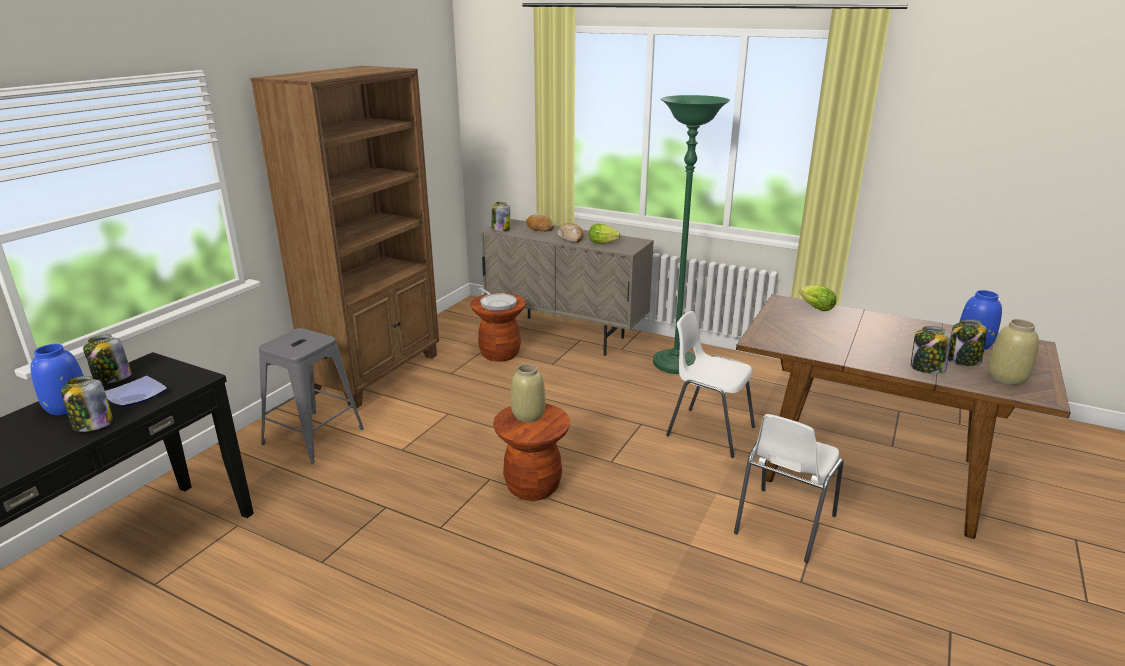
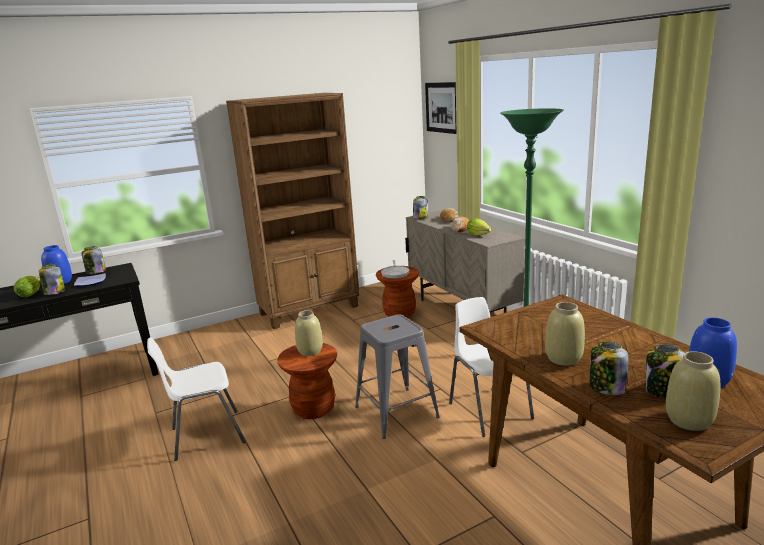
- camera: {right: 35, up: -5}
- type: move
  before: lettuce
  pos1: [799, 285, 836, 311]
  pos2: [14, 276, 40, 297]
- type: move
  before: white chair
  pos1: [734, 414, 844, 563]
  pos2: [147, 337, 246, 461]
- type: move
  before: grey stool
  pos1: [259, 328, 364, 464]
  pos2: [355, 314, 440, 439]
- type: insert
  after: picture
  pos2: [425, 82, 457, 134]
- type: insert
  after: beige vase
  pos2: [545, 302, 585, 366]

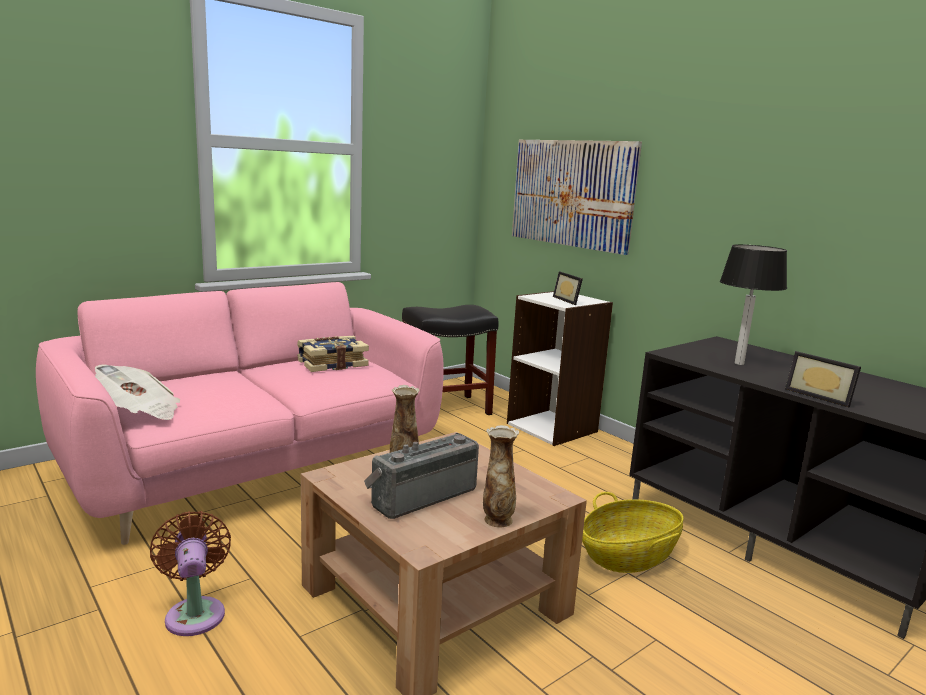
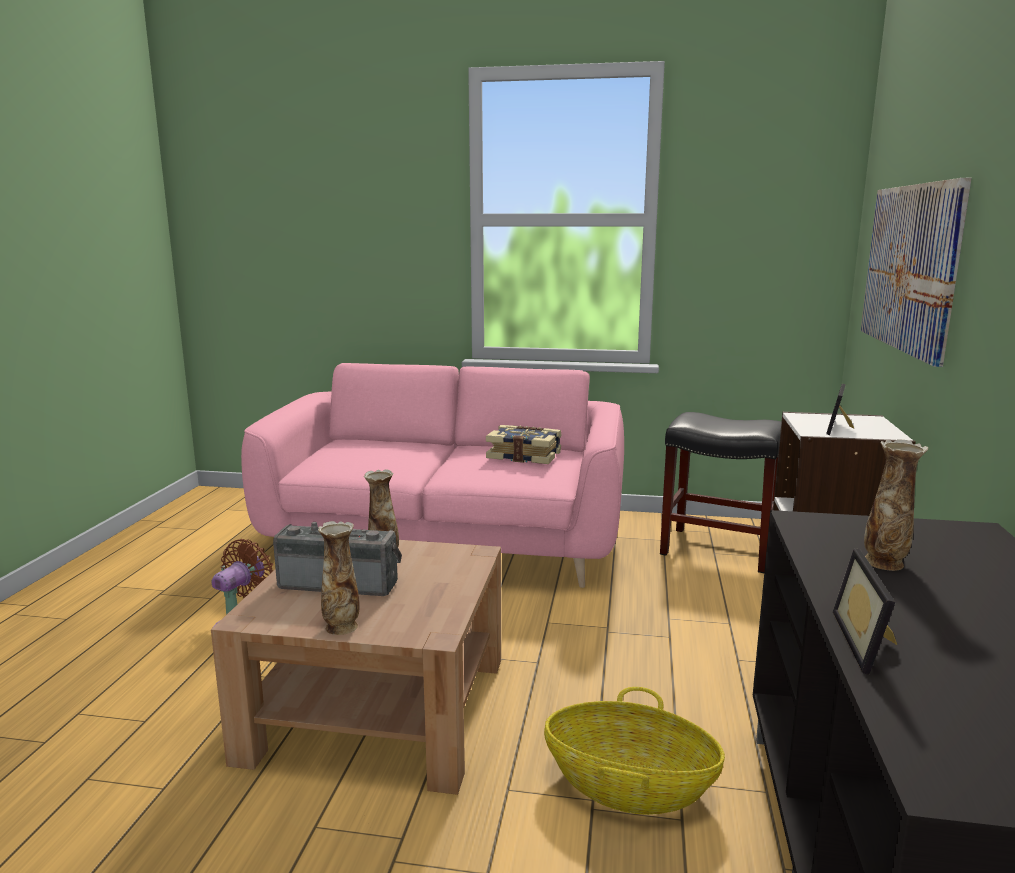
- camera: {right: 50, up: 0}
- type: replace
  before: table lamp
  after: vase
  pos1: [720, 244, 787, 365]
  pos2: [864, 440, 928, 571]
- type: delete
  before: newspaper
  pos1: [95, 364, 180, 420]

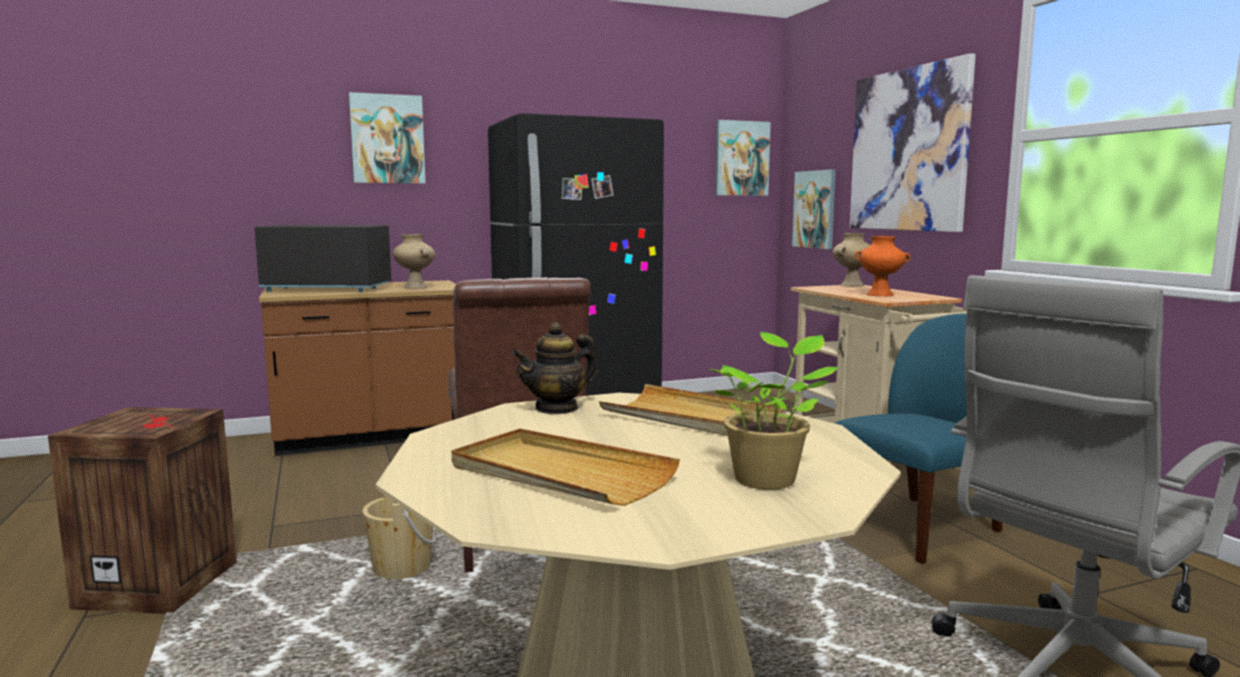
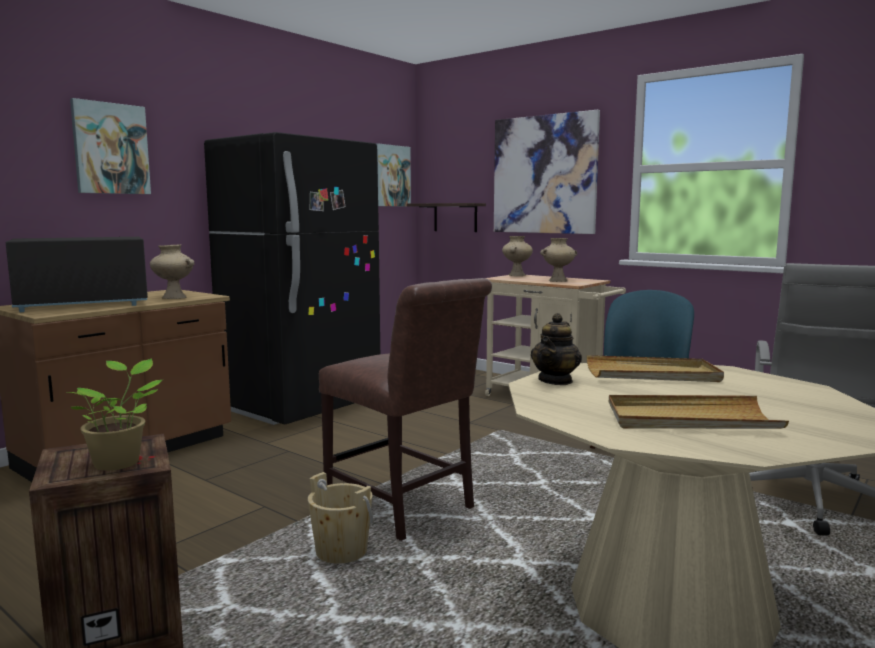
- camera: {right: -30, up: 0}
- type: move
  before: potted plant
  pos1: [709, 332, 839, 490]
  pos2: [68, 359, 162, 471]
- type: replace
  before: picture
  after: shelf
  pos1: [792, 169, 836, 249]
  pos2: [407, 203, 486, 232]
- type: recolor
  before: orange vase
  after: beige vase
  pos1: [854, 236, 911, 296]
  pos2: [540, 238, 577, 282]

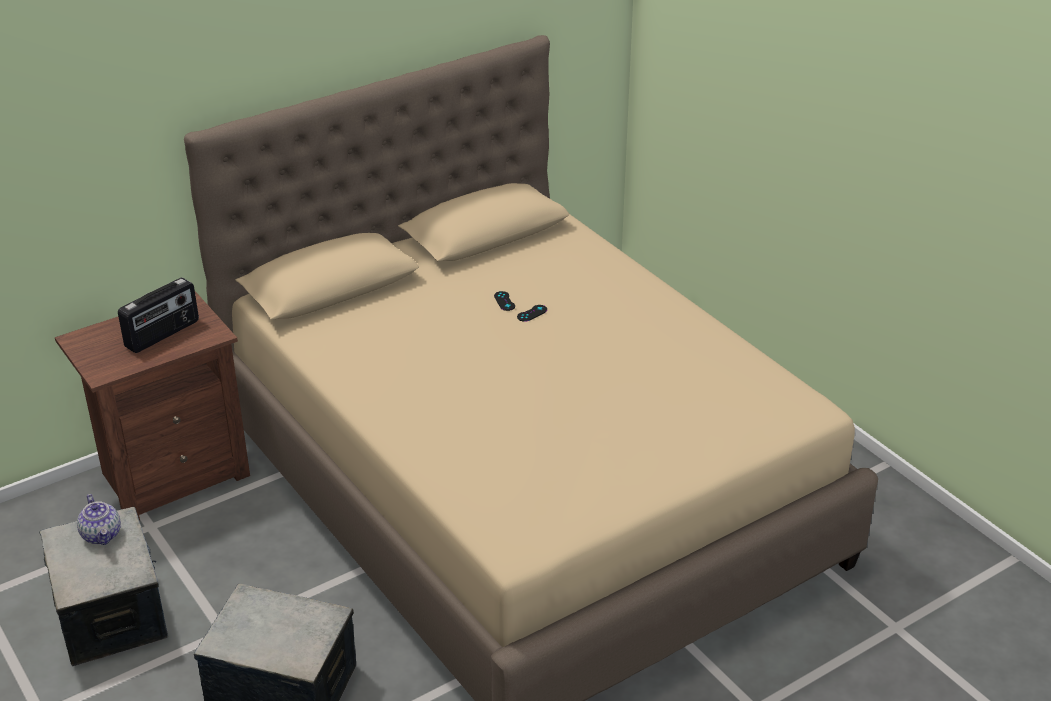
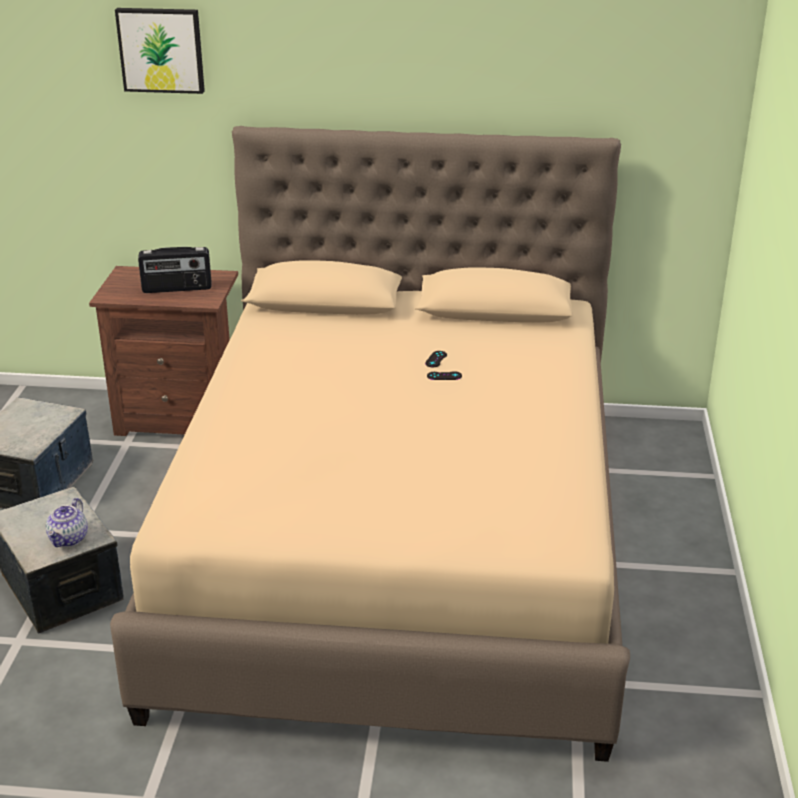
- camera: {right: 40, up: -5}
- type: move
  before: teapot
  pos1: [77, 494, 121, 545]
  pos2: [46, 498, 88, 547]
- type: insert
  after: picture
  pos2: [115, 8, 205, 94]

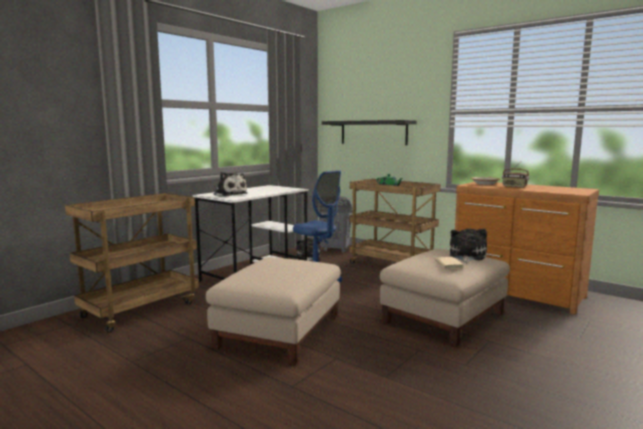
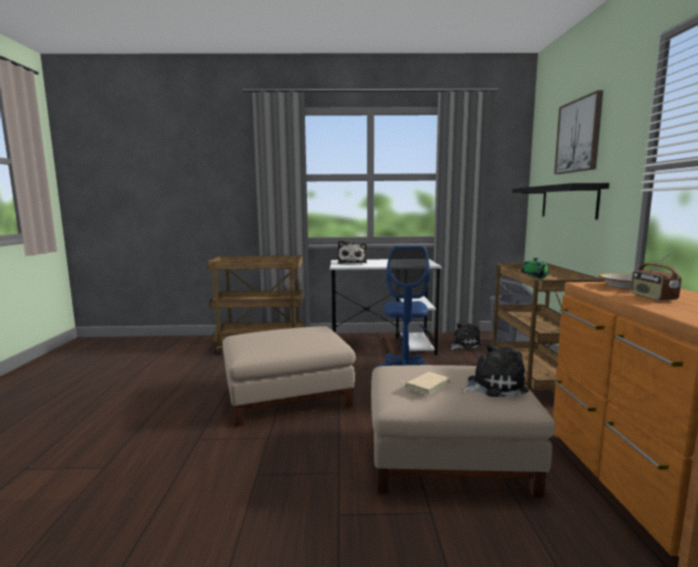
- camera: {right: 50, up: 0}
- type: insert
  after: picture
  pos2: [554, 90, 603, 174]

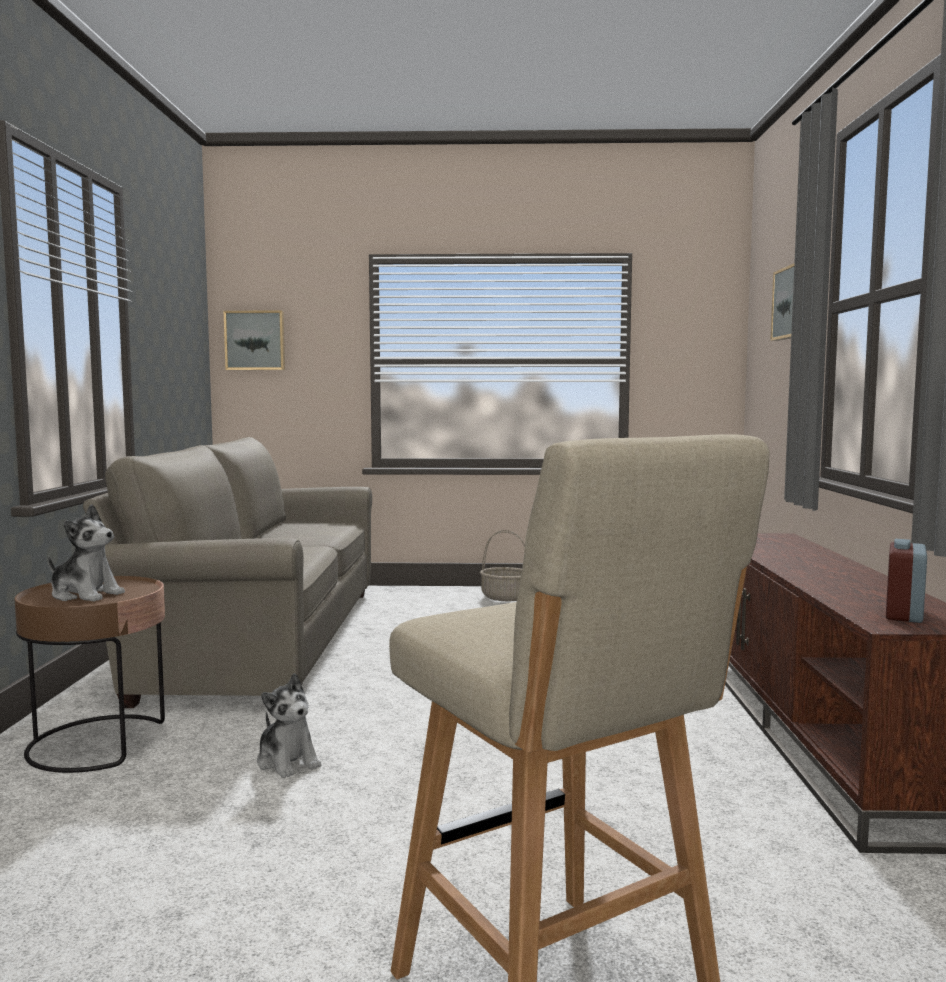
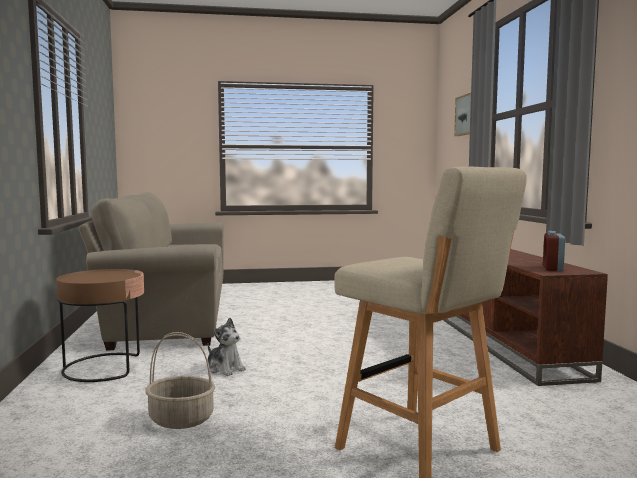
- camera: {right: -10, up: 0}
- type: move
  before: basket
  pos1: [480, 530, 525, 601]
  pos2: [145, 332, 215, 429]
- type: delete
  before: plush toy
  pos1: [48, 504, 125, 602]
- type: delete
  before: picture
  pos1: [223, 311, 285, 370]

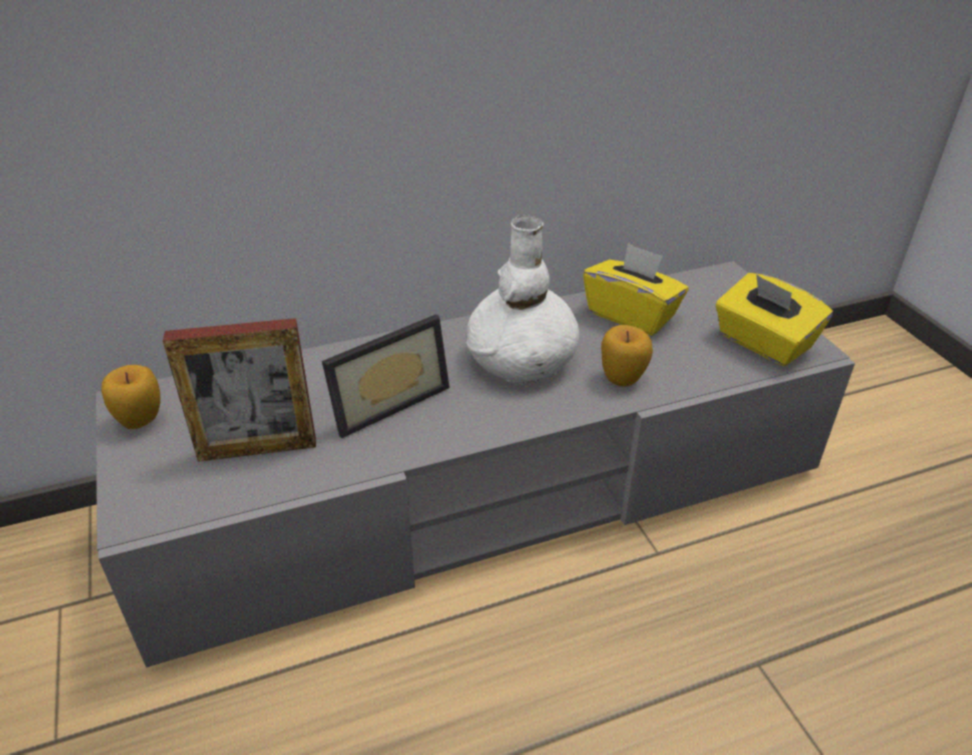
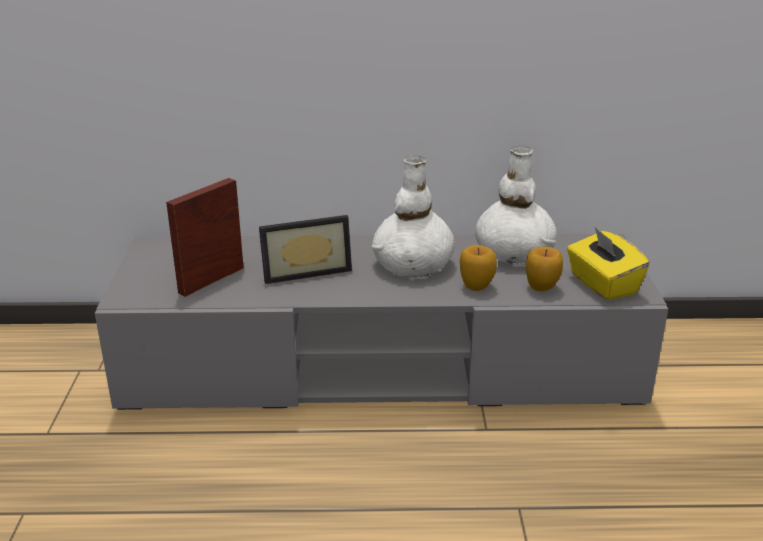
- camera: {right: 20, up: -10}
- type: rotate
  before: picture frame
  pos1: [163, 318, 316, 462]
  pos2: [166, 178, 244, 297]
  turn: 120
- type: replace
  before: yellow tissue box
  after: white vase
  pos1: [583, 243, 689, 336]
  pos2: [475, 146, 556, 264]
- type: move
  before: apple
  pos1: [101, 365, 161, 429]
  pos2: [526, 247, 563, 291]

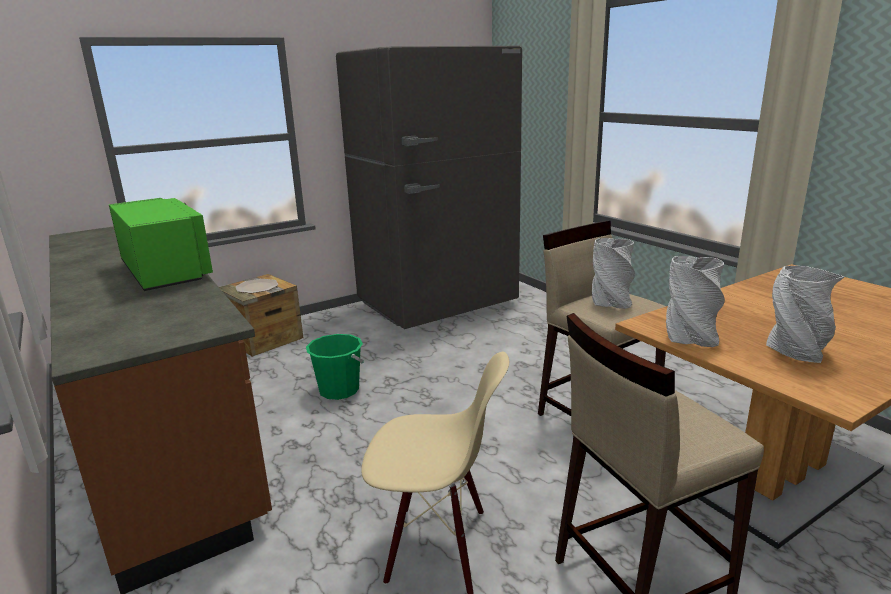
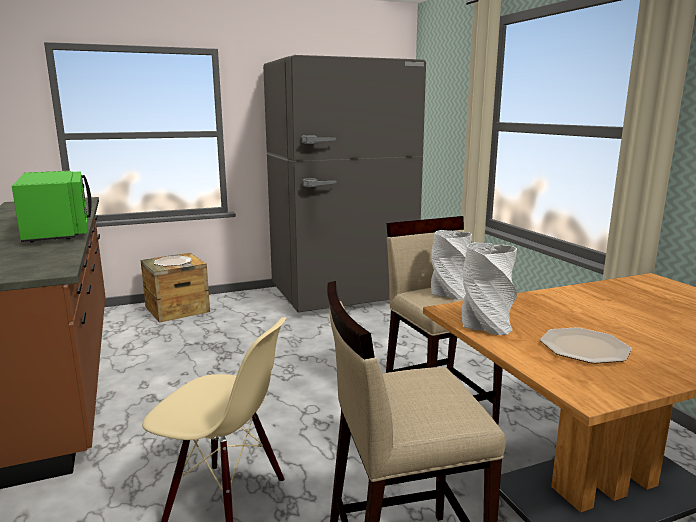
- camera: {right: 10, up: -5}
- type: replace
  before: grey vase
  after: plate
  pos1: [766, 266, 844, 363]
  pos2: [540, 327, 632, 364]
- type: delete
  before: green bucket
  pos1: [306, 334, 364, 400]

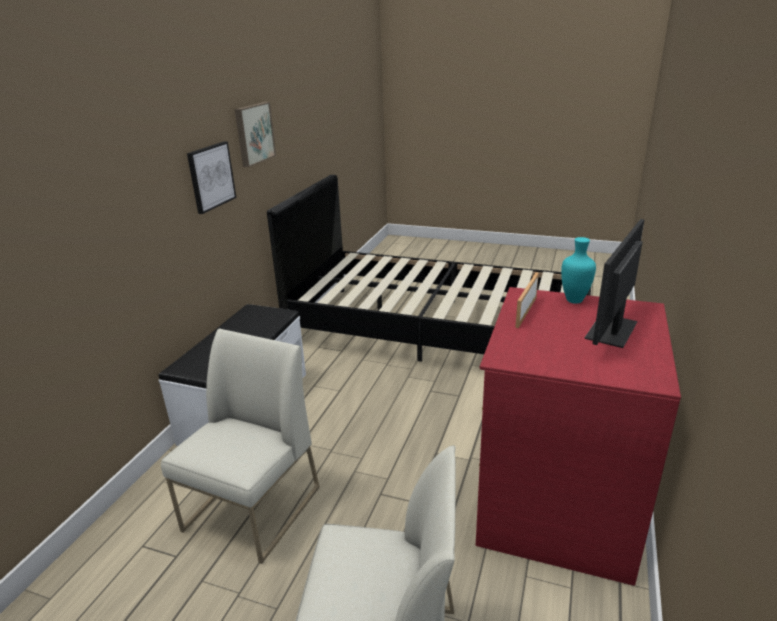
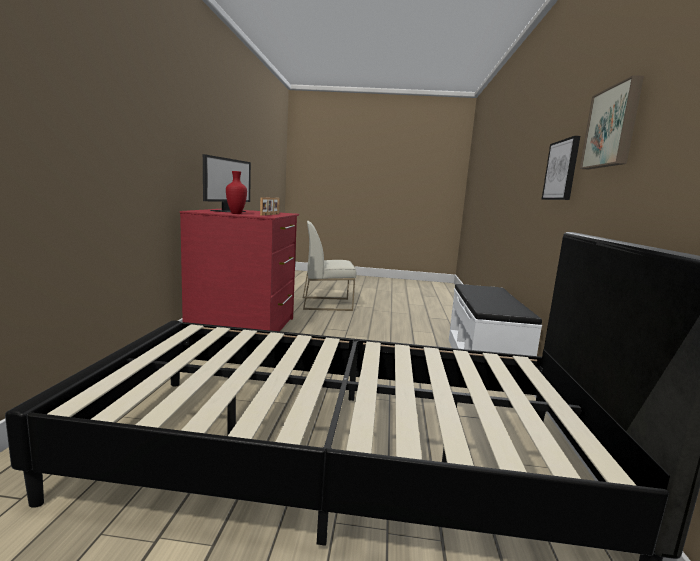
- camera: {right: 165, up: -15}
- type: recolor
  before: turquoise vase
  after: red vase
  pos1: [561, 237, 596, 304]
  pos2: [226, 171, 247, 214]
- type: delete
  before: white chair
  pos1: [161, 328, 320, 564]

